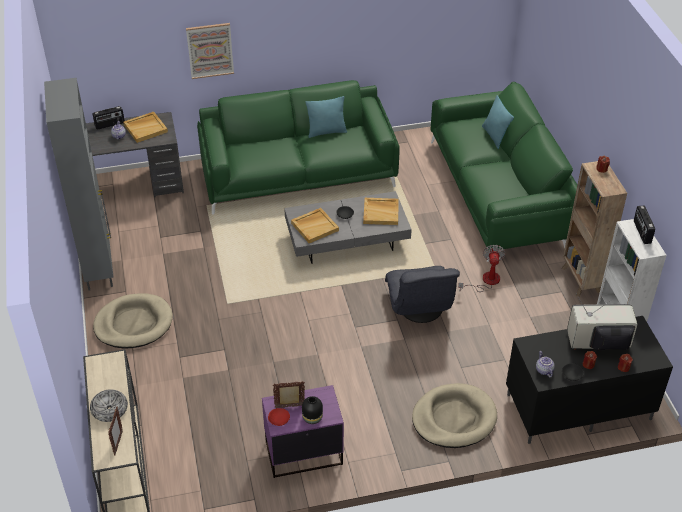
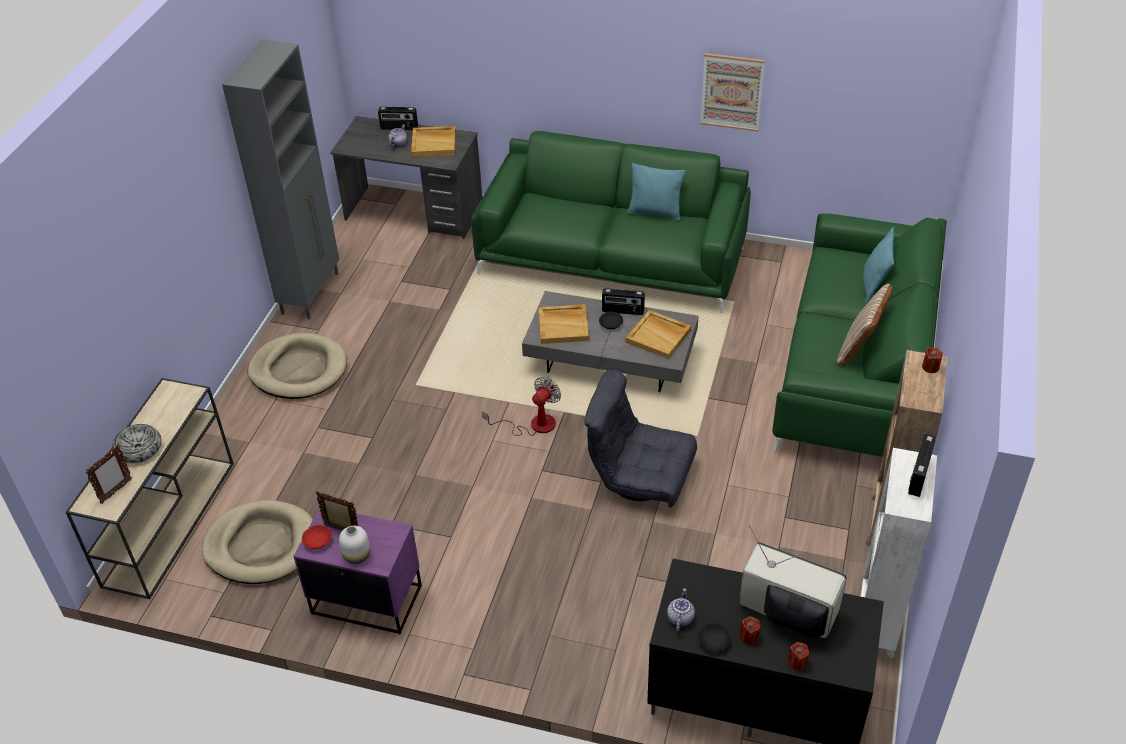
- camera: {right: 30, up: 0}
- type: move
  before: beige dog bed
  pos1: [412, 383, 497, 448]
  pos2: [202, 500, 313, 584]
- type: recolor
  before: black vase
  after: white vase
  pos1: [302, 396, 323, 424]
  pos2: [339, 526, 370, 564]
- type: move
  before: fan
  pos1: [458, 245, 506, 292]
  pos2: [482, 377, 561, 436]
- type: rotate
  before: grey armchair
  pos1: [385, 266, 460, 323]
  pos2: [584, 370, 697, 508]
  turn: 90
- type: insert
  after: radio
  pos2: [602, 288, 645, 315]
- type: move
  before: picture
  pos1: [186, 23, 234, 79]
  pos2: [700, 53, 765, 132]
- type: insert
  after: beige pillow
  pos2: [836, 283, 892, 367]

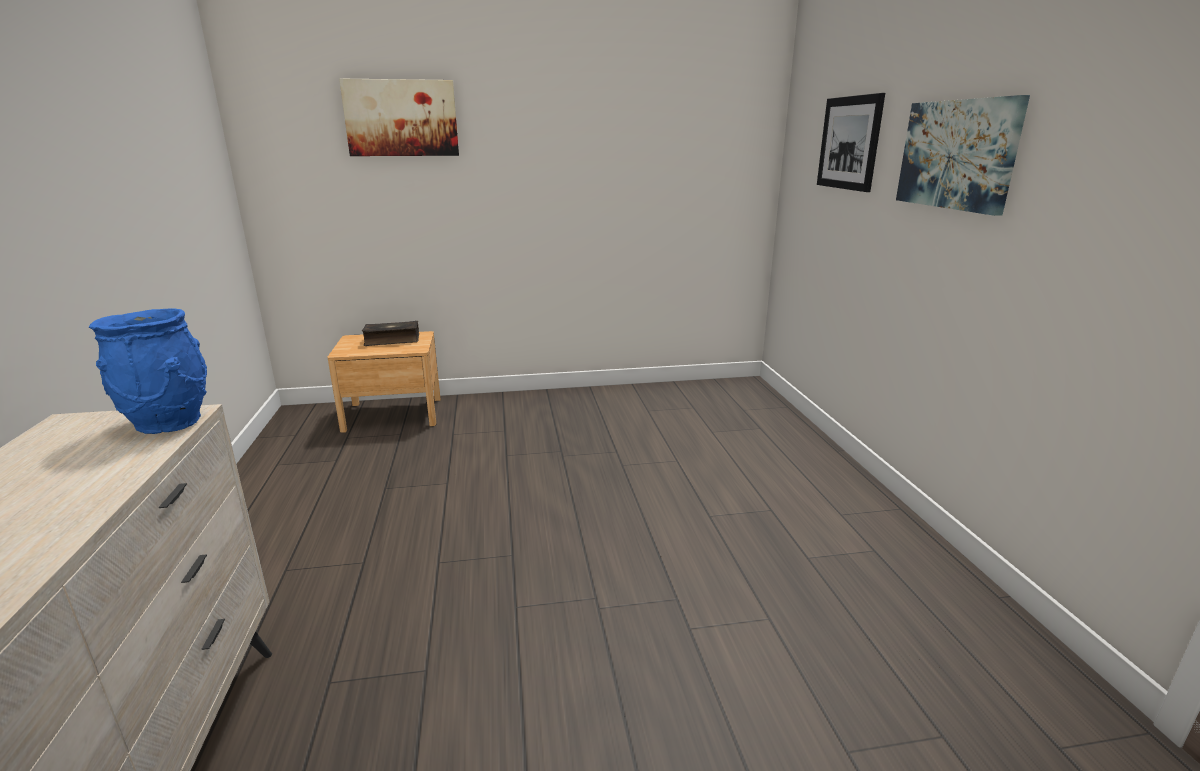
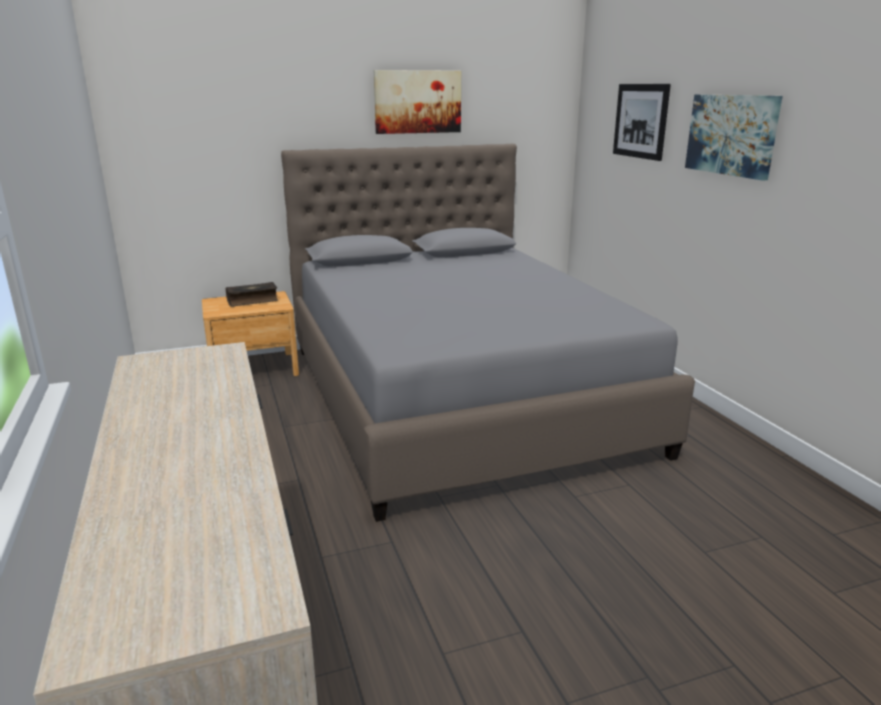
- camera: {right: -10, up: 0}
- type: insert
  after: grey bed
  pos2: [281, 144, 695, 522]
- type: move
  before: picture
  pos1: [339, 78, 459, 156]
  pos2: [374, 70, 461, 134]
- type: delete
  before: blue vase
  pos1: [89, 308, 207, 434]

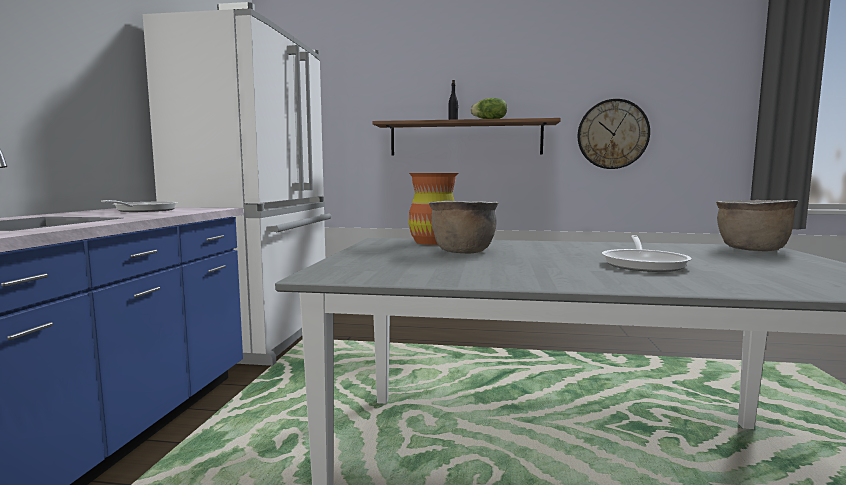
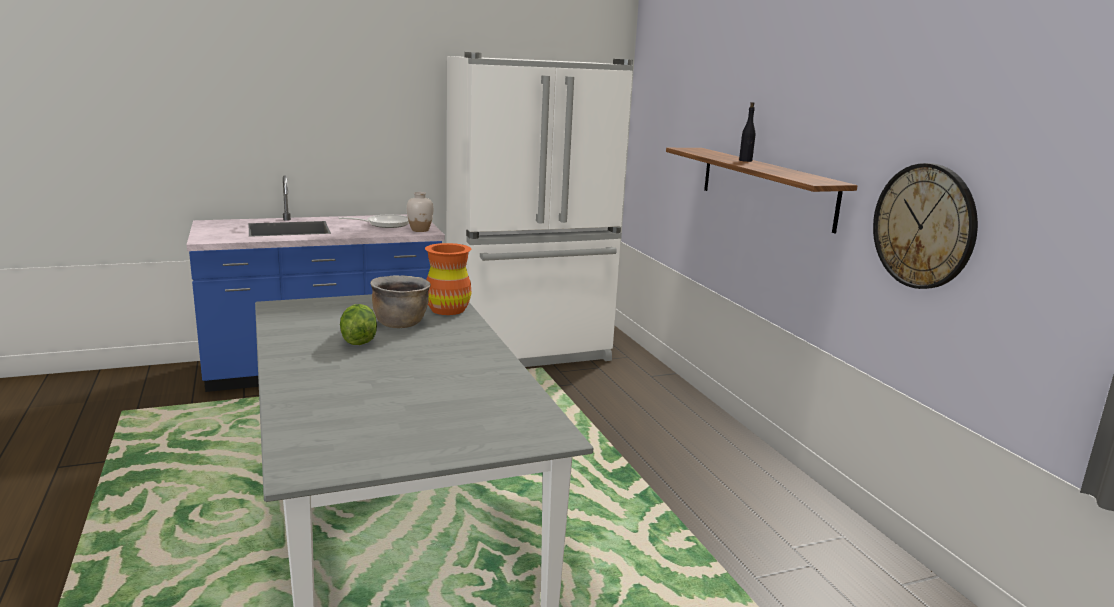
- camera: {right: 60, up: 10}
- type: move
  before: lettuce
  pos1: [470, 98, 507, 119]
  pos2: [340, 304, 377, 345]
- type: insert
  after: white vase
  pos2: [407, 192, 433, 232]
- type: delete
  before: frying pan
  pos1: [602, 235, 692, 272]
- type: delete
  before: brown cooking pot
  pos1: [716, 200, 799, 251]

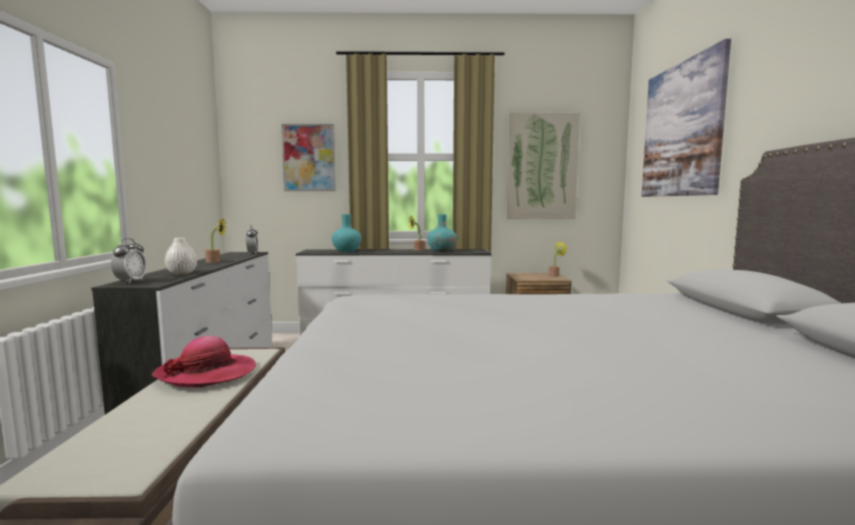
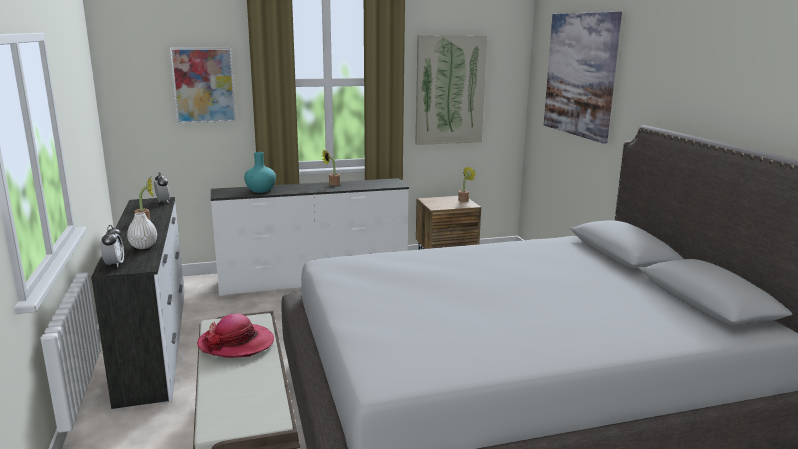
- camera: {right: -15, up: 10}
- type: delete
  before: turquoise vase
  pos1: [427, 214, 457, 252]

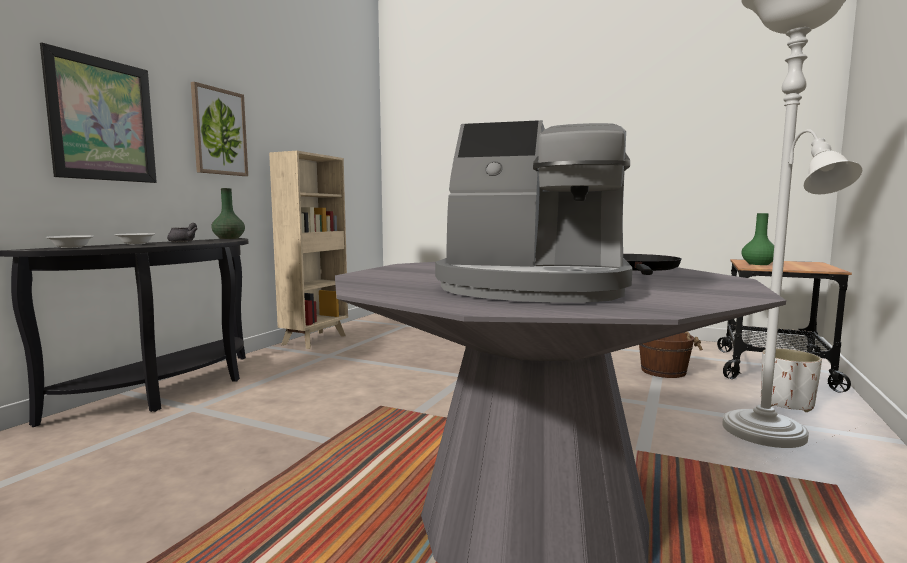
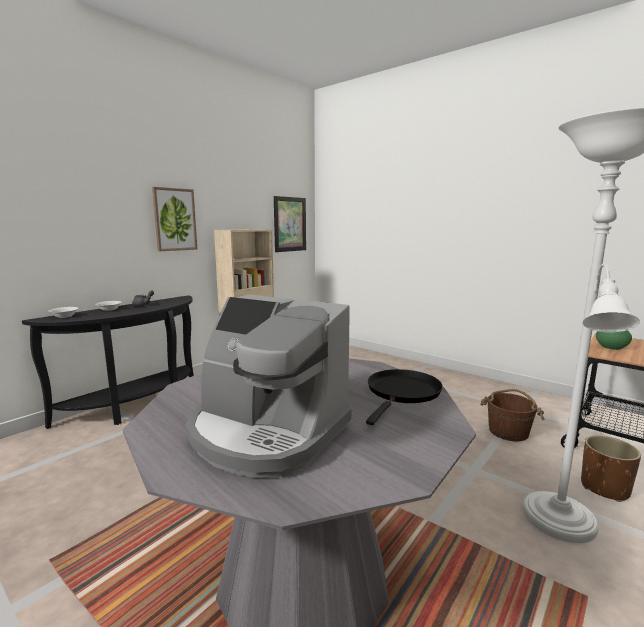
- camera: {right: 15, up: 5}
- type: move
  before: picture
  pos1: [40, 42, 157, 183]
  pos2: [274, 196, 306, 252]
- type: recolor
  before: white planter
  after: brown planter
  pos1: [761, 348, 822, 412]
  pos2: [581, 435, 641, 502]
- type: delete
  before: green vase
  pos1: [211, 188, 245, 239]

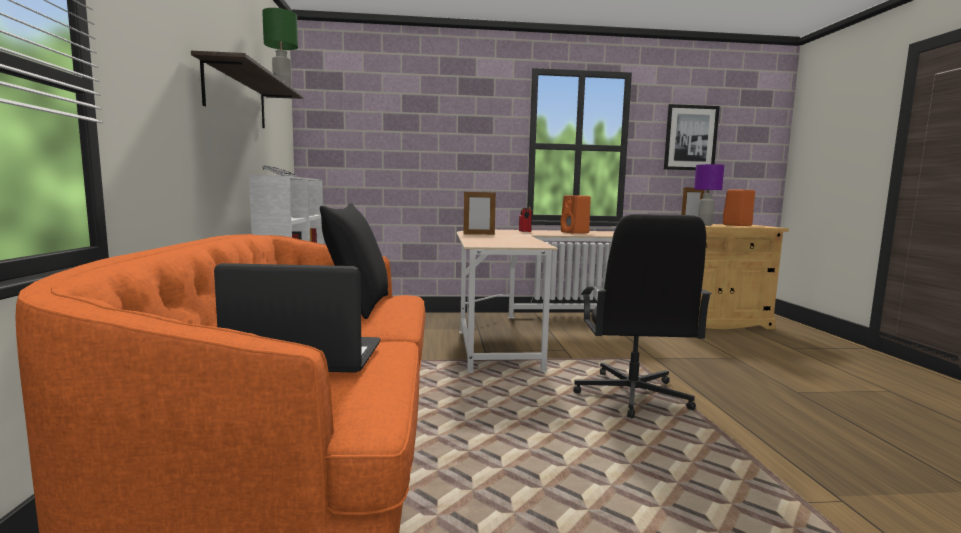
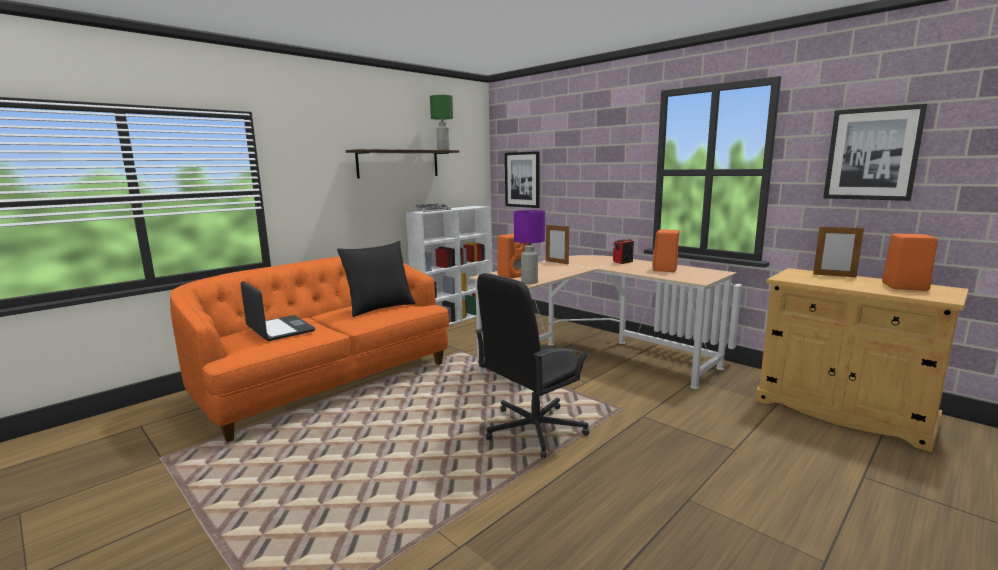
- camera: {right: 50, up: 5}
- type: insert
  after: orange speaker
  pos2: [498, 234, 528, 278]
- type: insert
  after: picture
  pos2: [505, 151, 539, 208]
- type: move
  before: purple table lamp
  pos1: [694, 164, 724, 226]
  pos2: [514, 210, 545, 284]

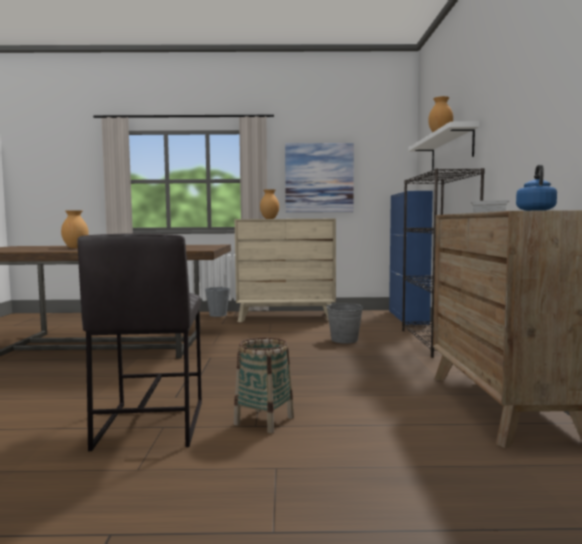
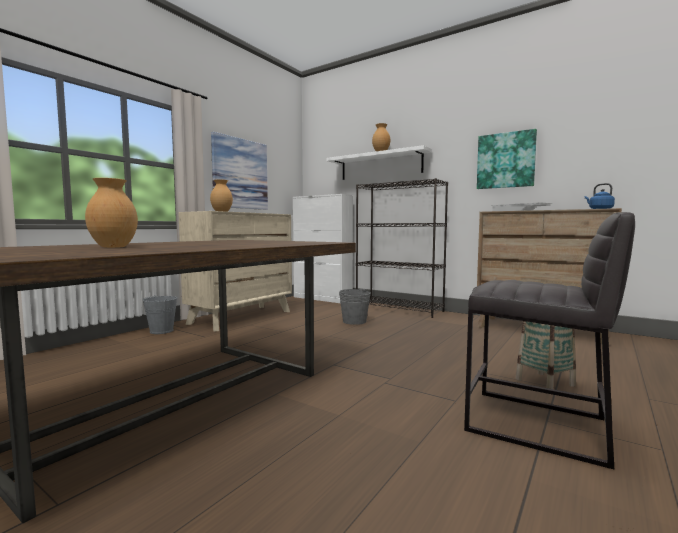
- camera: {right: -55, up: 0}
- type: recolor
  before: blue cabinet
  after: white cabinet
  pos1: [389, 191, 433, 325]
  pos2: [293, 194, 353, 303]
- type: insert
  after: picture
  pos2: [477, 129, 537, 189]

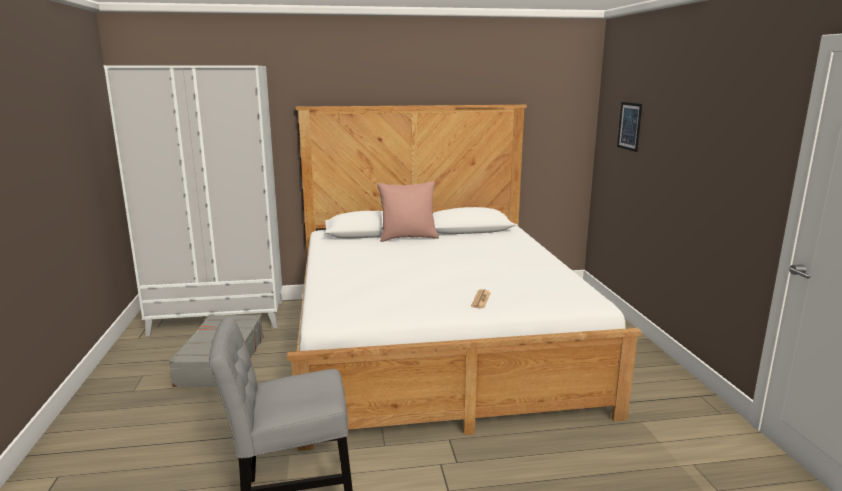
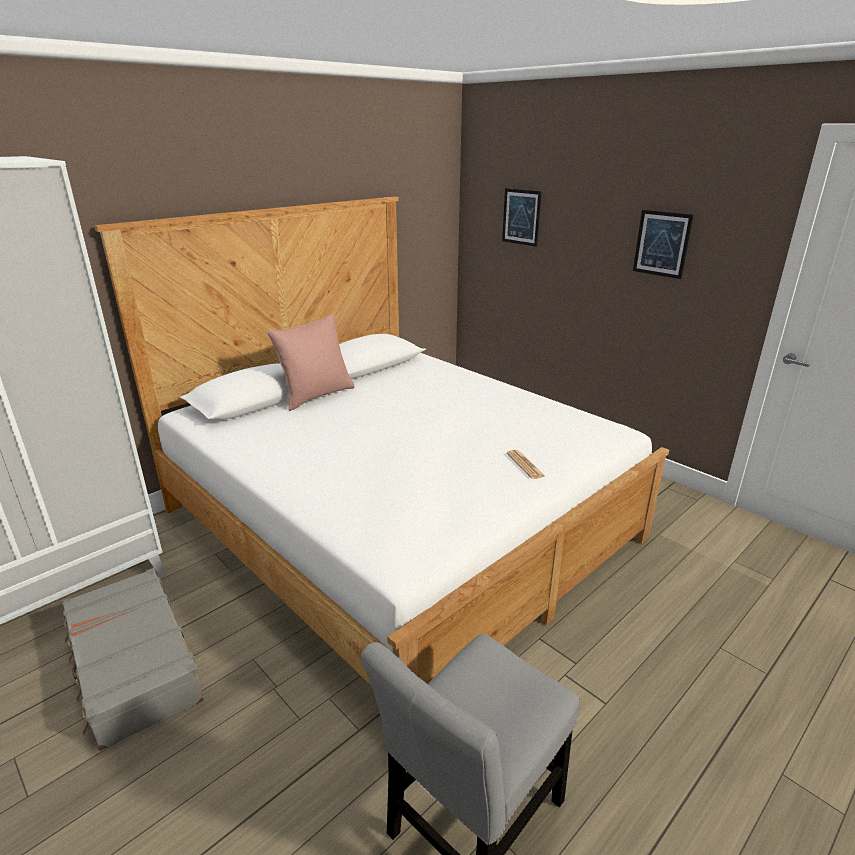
- camera: {right: -35, up: 10}
- type: insert
  after: picture
  pos2: [633, 210, 694, 279]

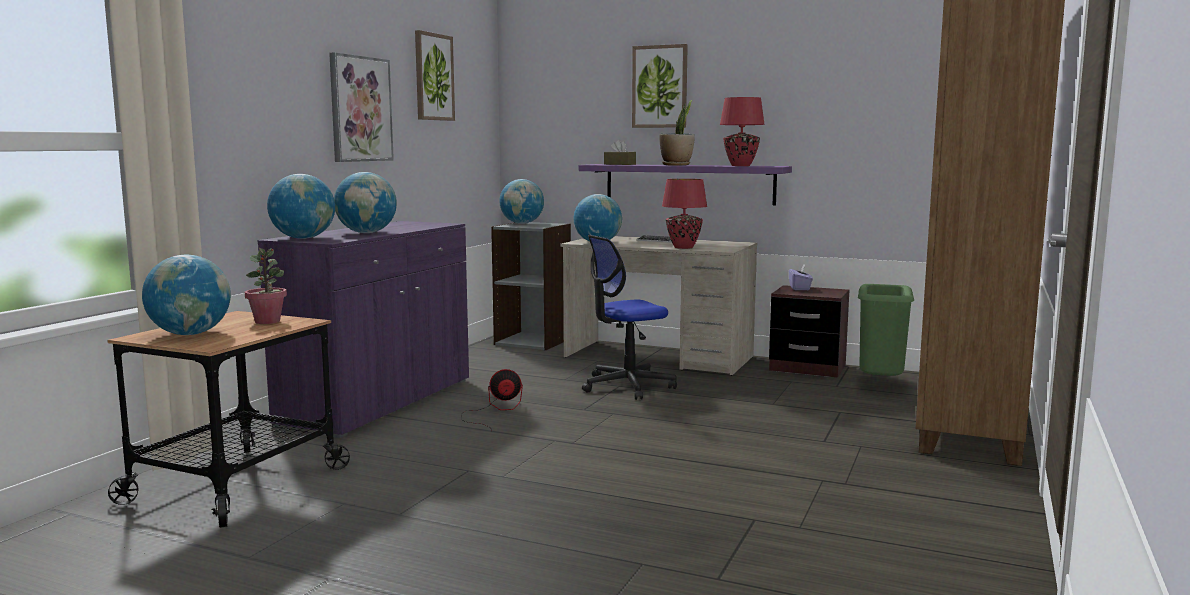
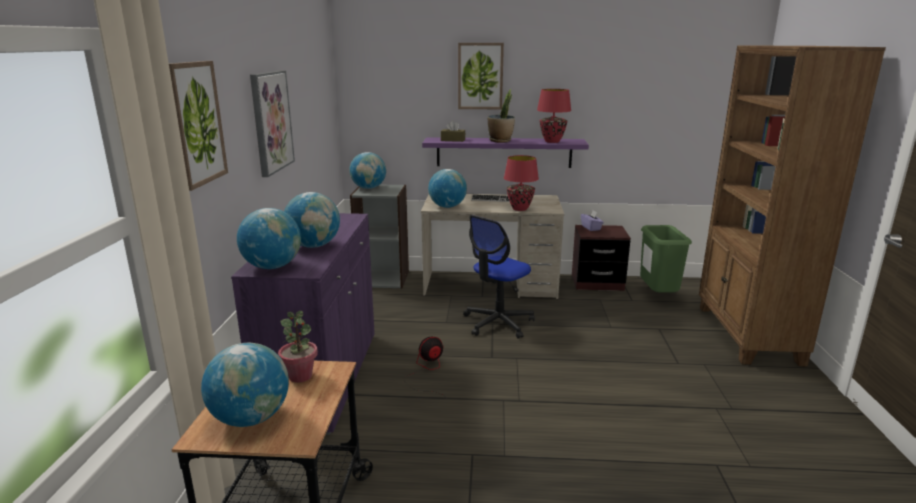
- camera: {right: -20, up: 10}
- type: move
  before: picture
  pos1: [415, 30, 455, 121]
  pos2: [169, 61, 228, 191]

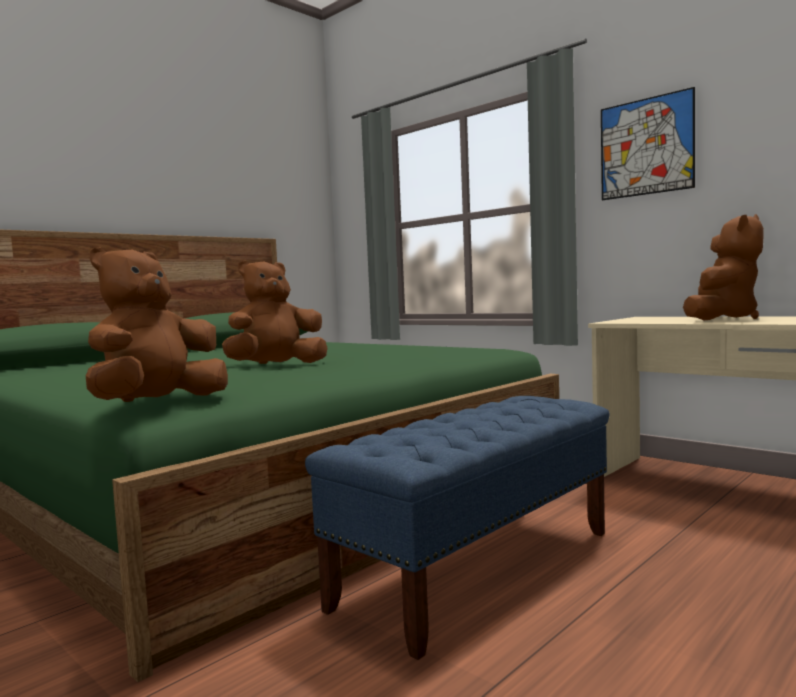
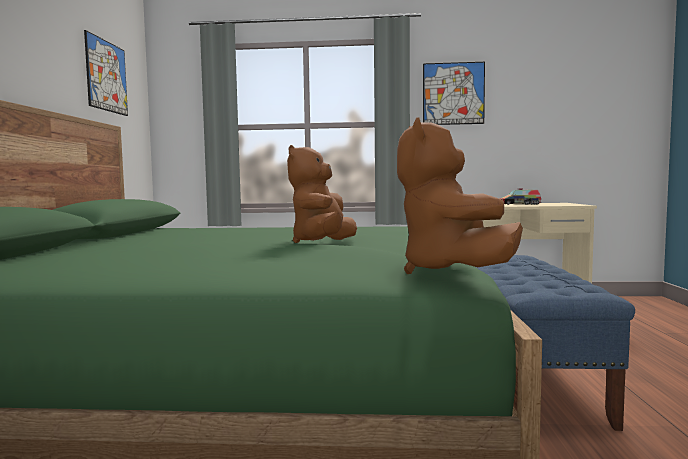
- camera: {right: -40, up: 0}
- type: insert
  after: picture
  pos2: [84, 30, 128, 116]
- type: replace
  before: brown plush toy
  after: toy truck
  pos1: [683, 214, 764, 320]
  pos2: [499, 188, 541, 205]

